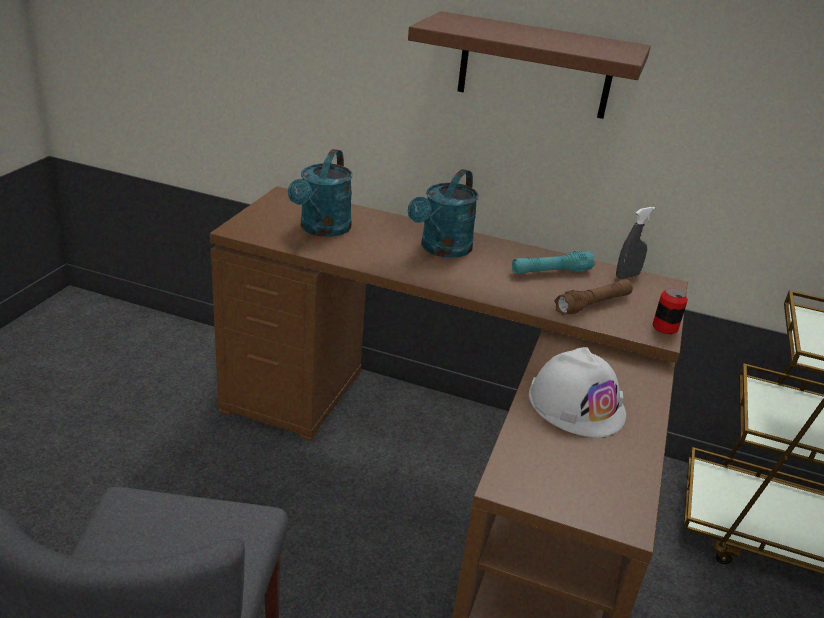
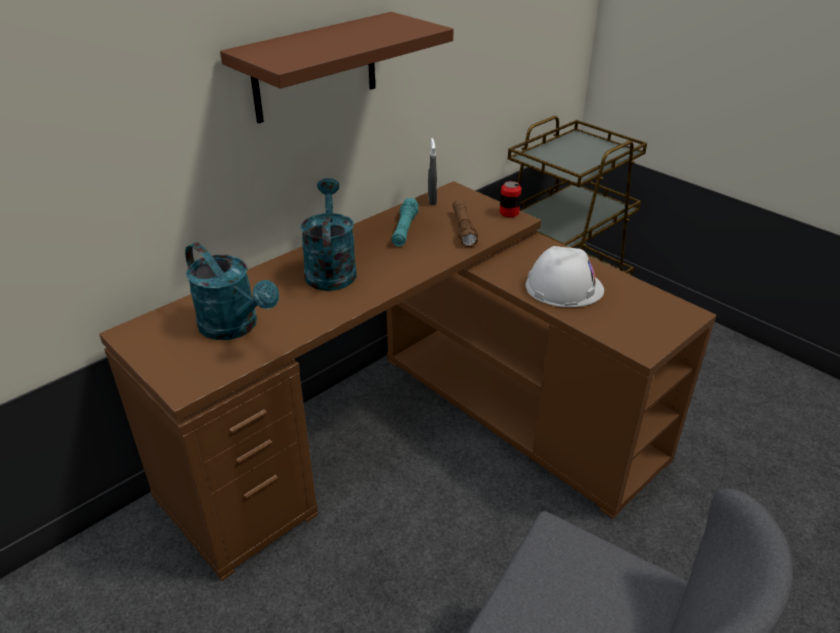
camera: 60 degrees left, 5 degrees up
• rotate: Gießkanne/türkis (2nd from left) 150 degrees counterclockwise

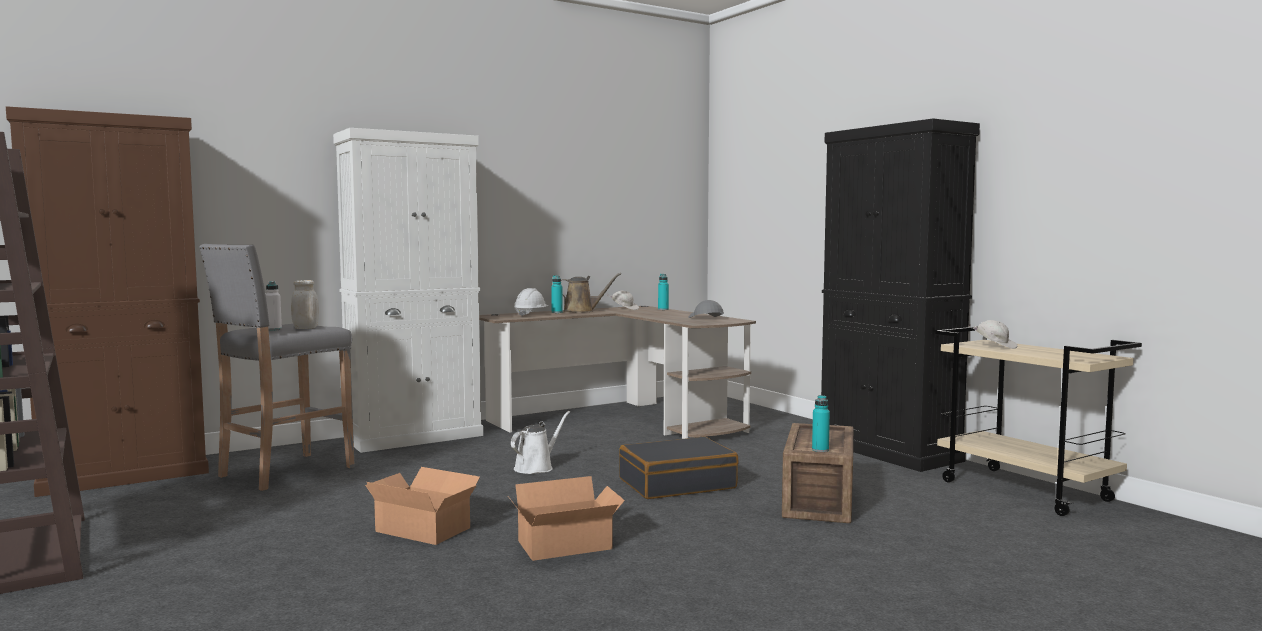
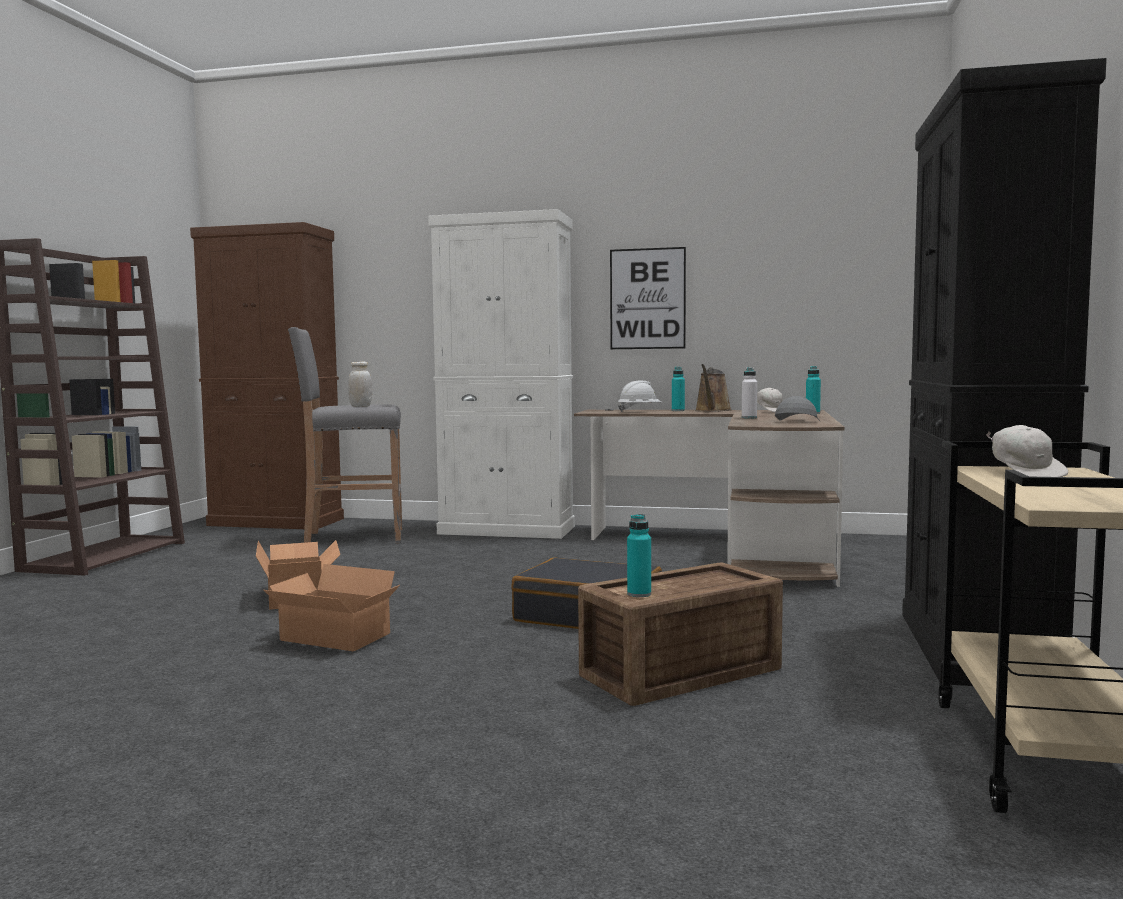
camera: 45 degrees right, 0 degrees up
• delete: Gießkanne/weiß
• insert: Bild
• move: Flasche/weiß
• rotate: Gießkanne/braun 60 degrees clockwise

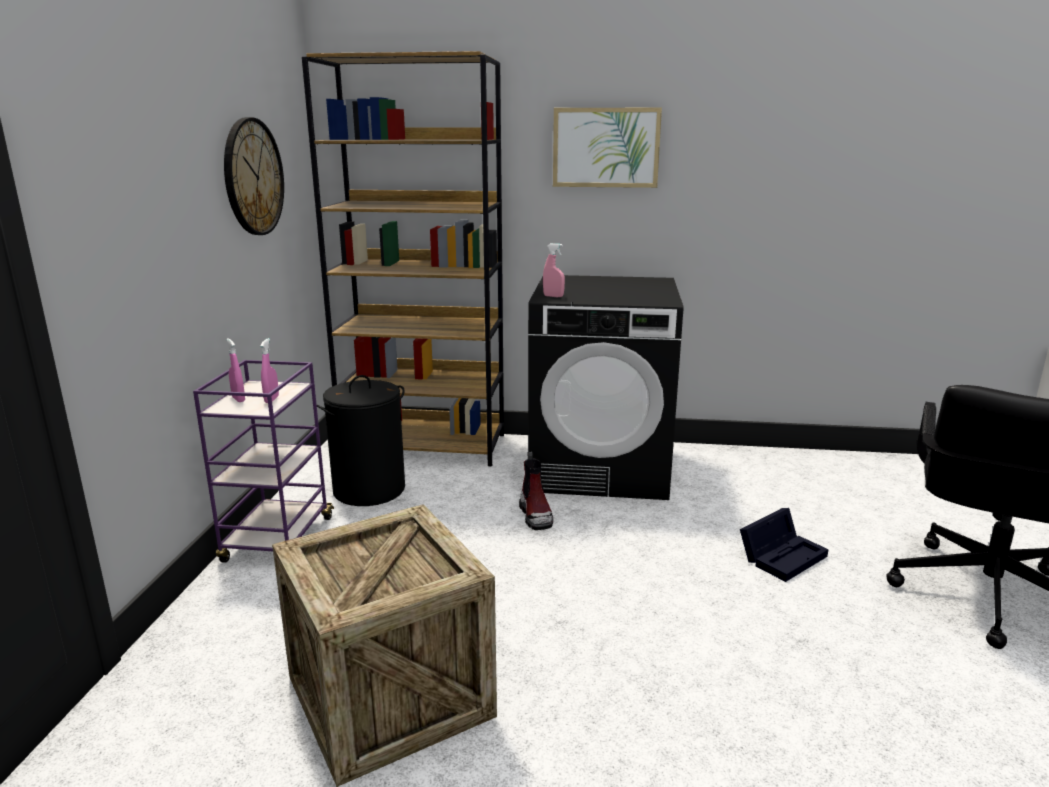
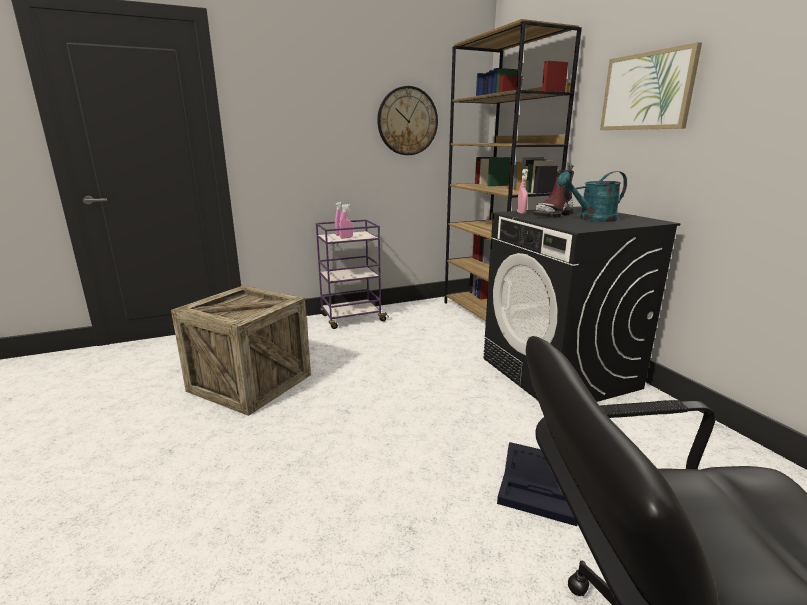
camera: 60 degrees right, 0 degrees up
• delete: Wäschekorb/schwarz
• insert: Gießkanne/türkis
• move: Stiefel

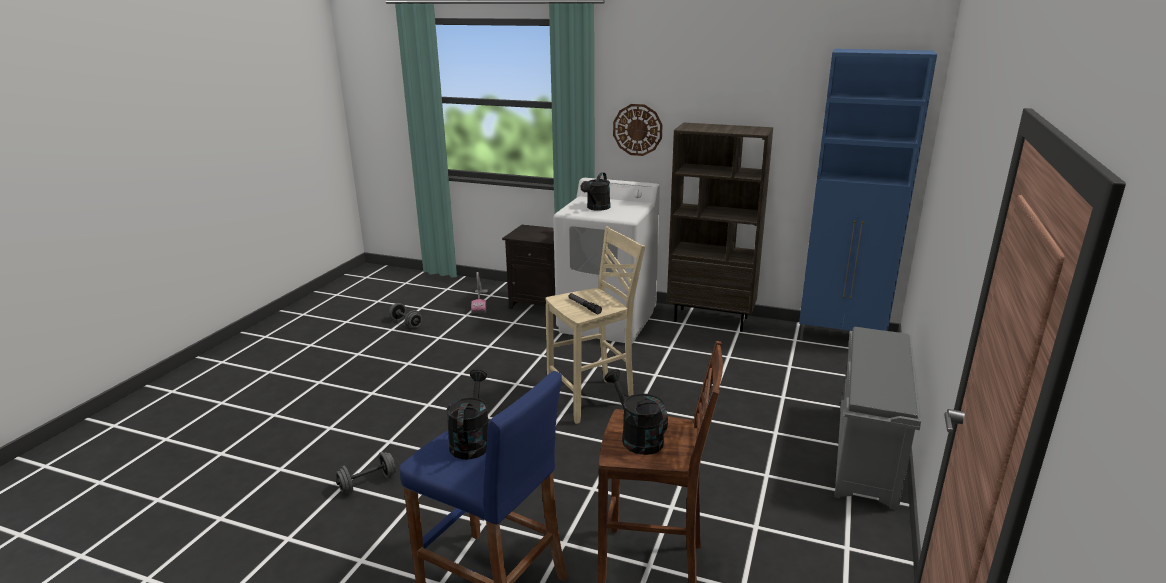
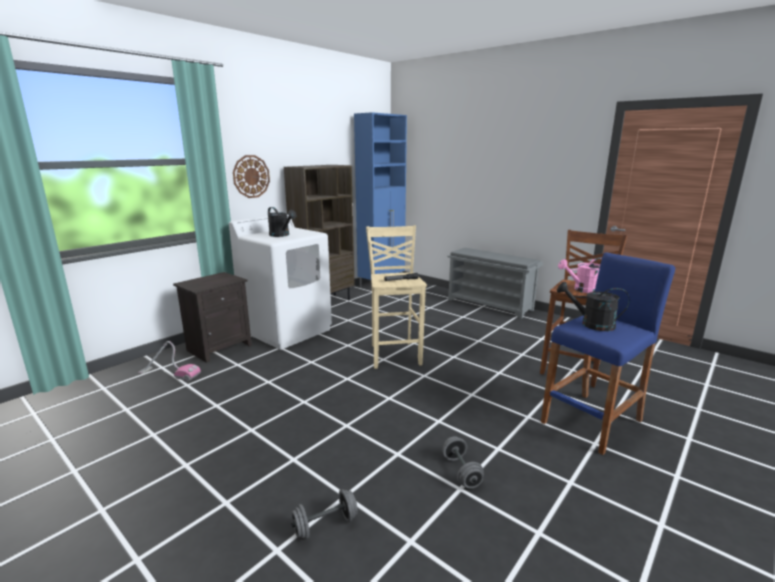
camera: 70 degrees left, 5 degrees down
• move: Hantel/grau (2nd from left in the first image) to Hantel/grau (1st from left)
• recolor: Gießkanne/schwarz (3rd from left) to Gießkanne/rosa

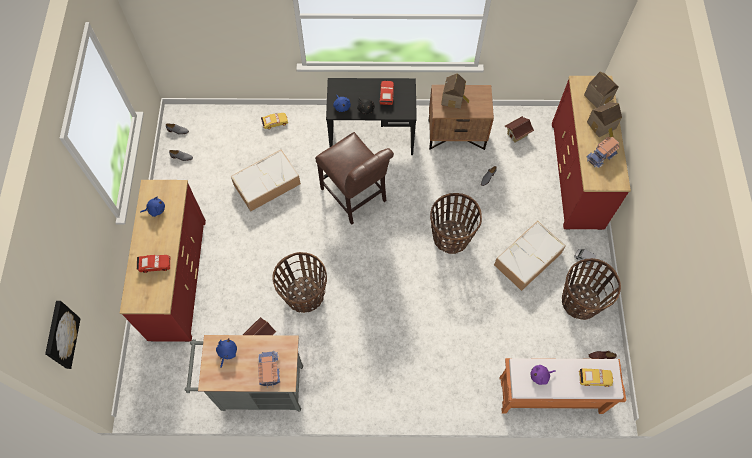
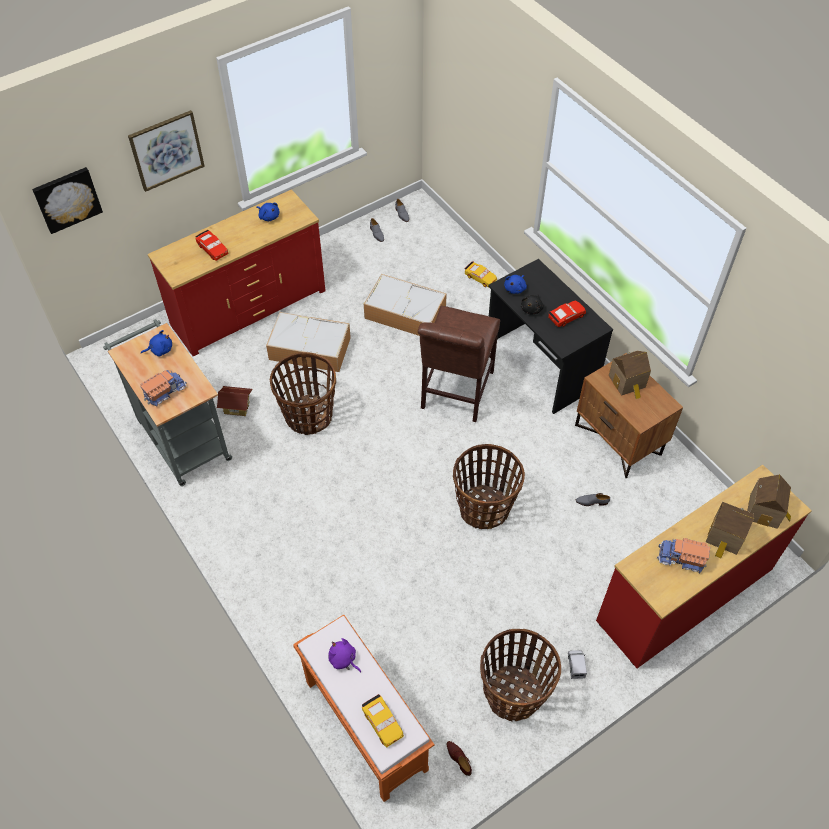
camera: 55 degrees right, 10 degrees down
• delete: Spielzeughaus (3rd from left)
• insert: Bild (2nd from left)
• move: Aufbewahrungsbox (2nd from left in the first image) to Aufbewahrungsbox (1st from left)

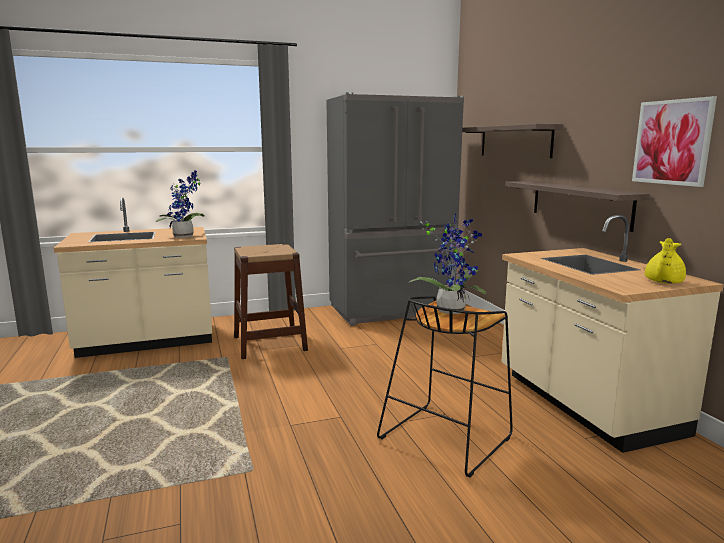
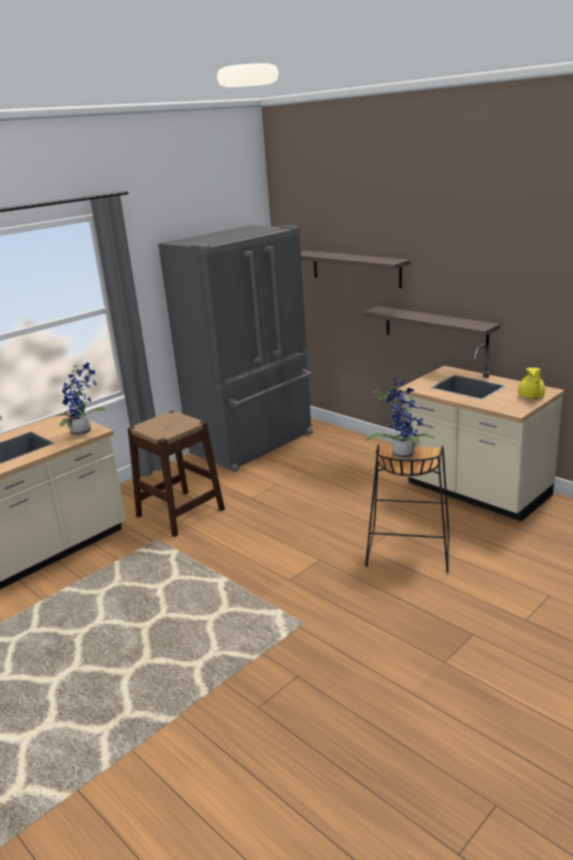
camera: 25 degrees left, 10 degrees up
• delete: Bild

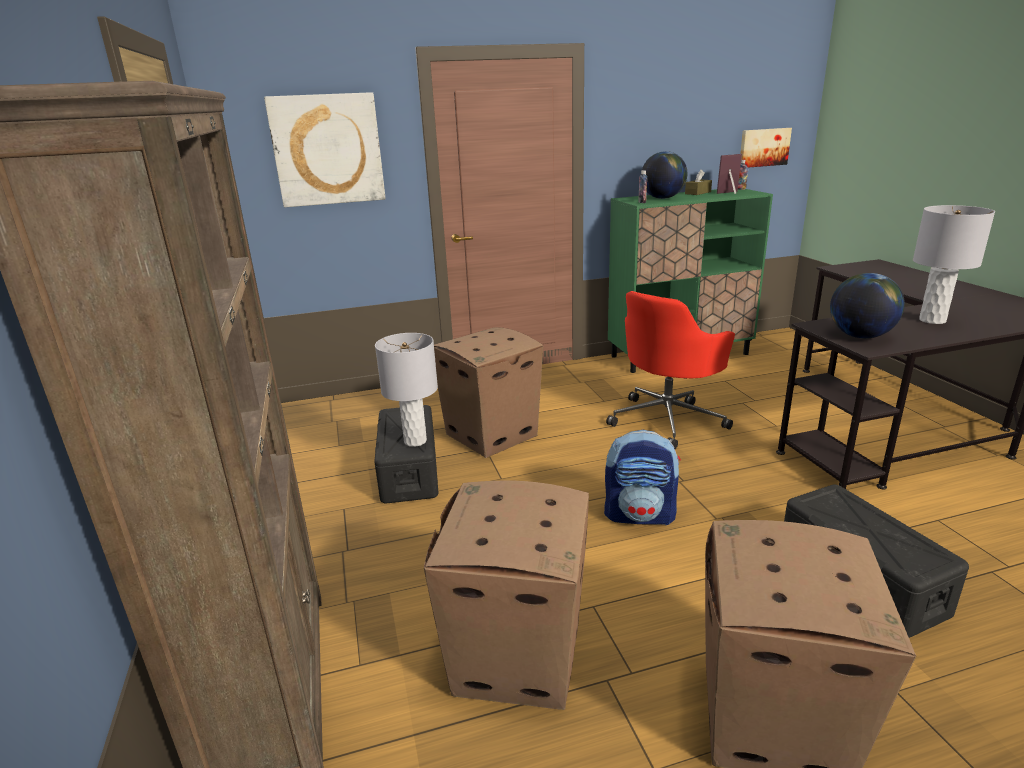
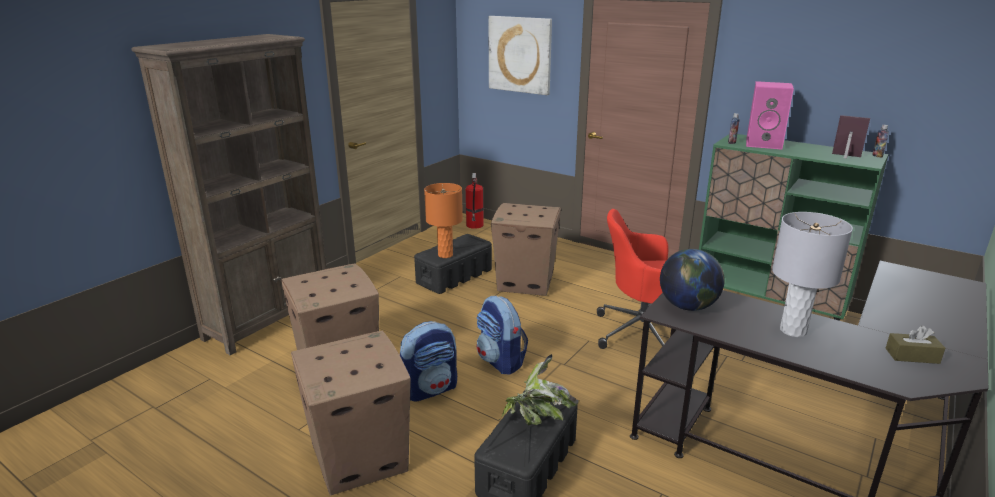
camera: 50 degrees right, 0 degrees up
• delete: Bild (2nd from left)
• insert: Rucksack (1st from left)
• insert: Feuerlöscher
• insert: Topfpflanze
• move: Taschentuchbox/braun
• replace: Globus (1st from left) to Lautsprecher/rosa
• recolor: Tischlampe/grau (1st from left) to Tischlampe/orange

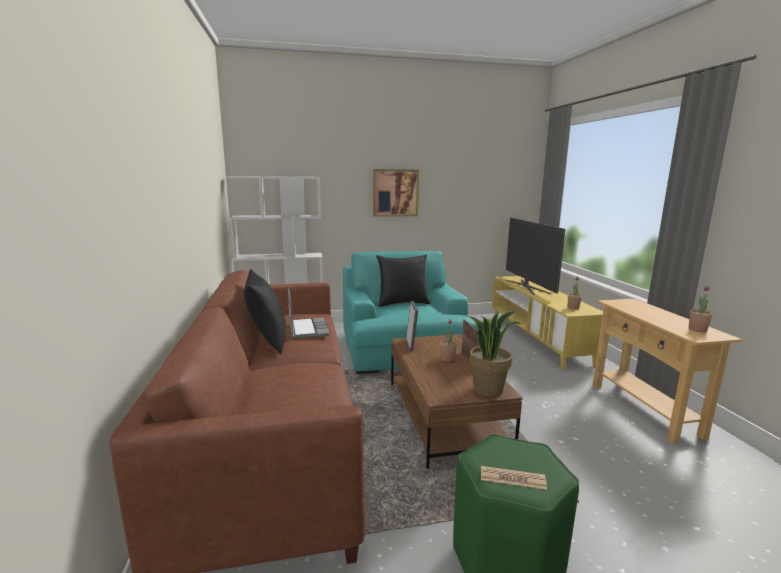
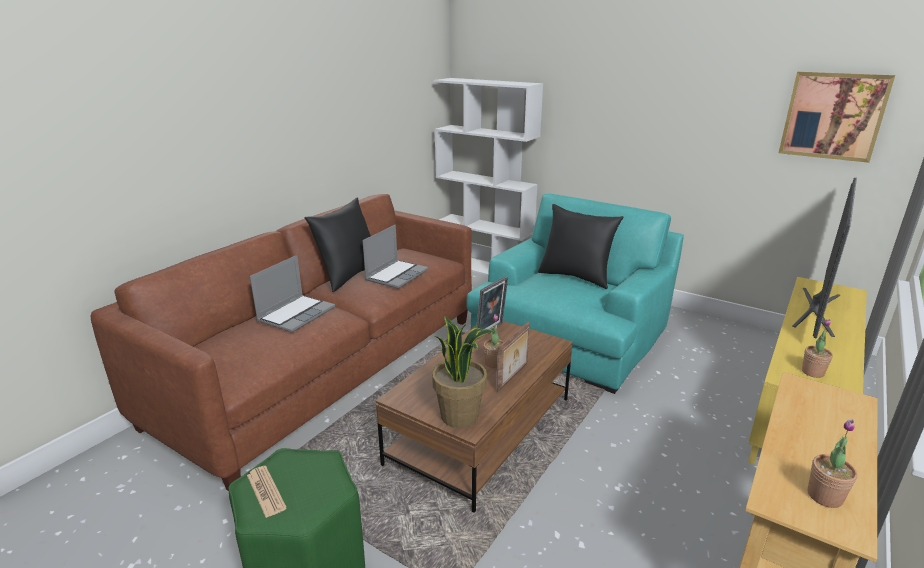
camera: 45 degrees right, 10 degrees up
• insert: Laptop (1st from left)
• move: Bild

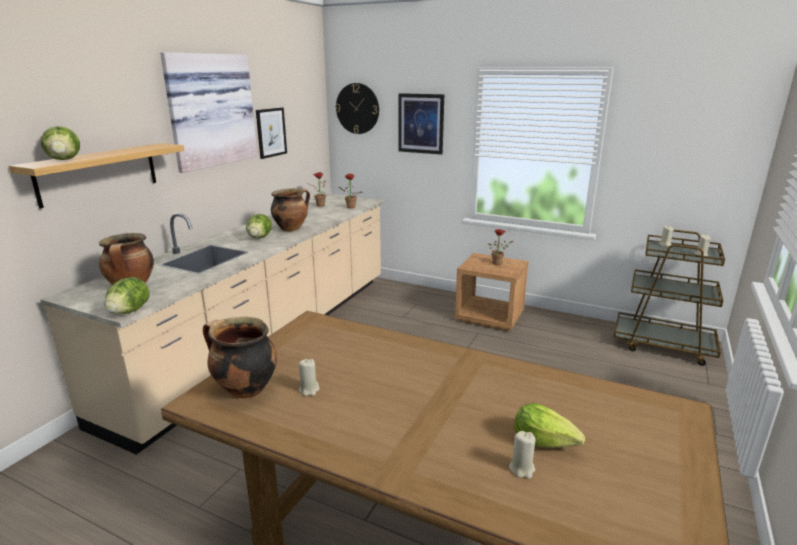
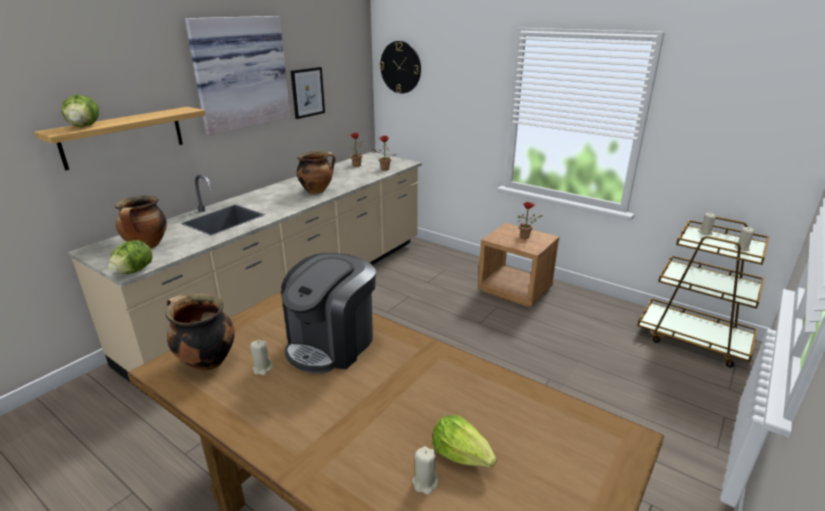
camera: 10 degrees right, 5 degrees up
• delete: Salatkopf (3rd from left)
• delete: Bild (3rd from left)
• insert: Kaffeemaschine

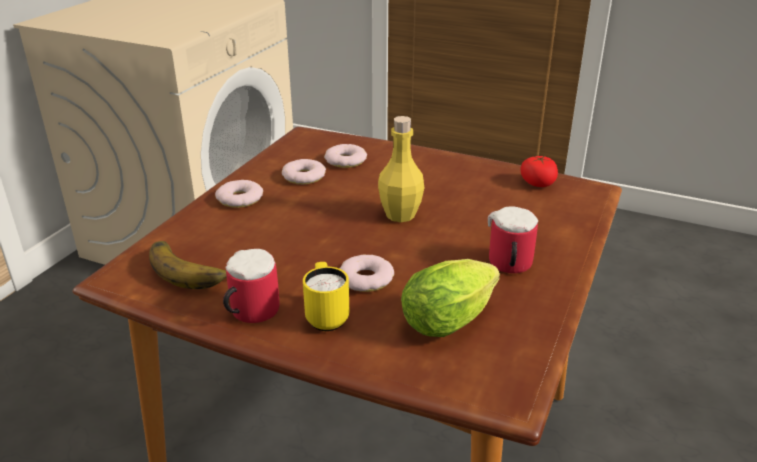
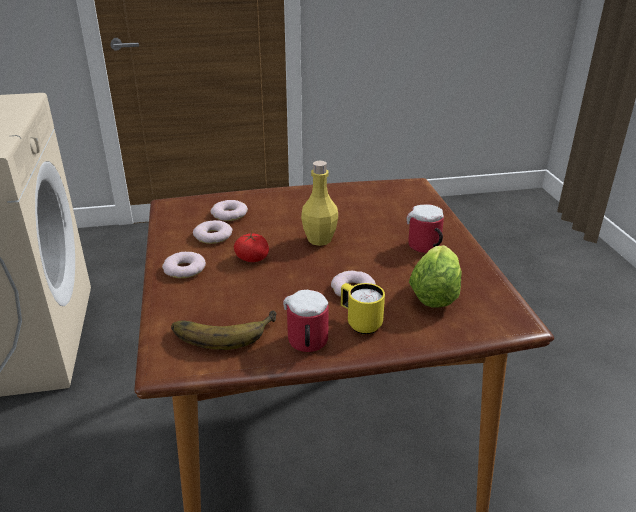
camera: 35 degrees left, 0 degrees up
• move: Tomate

